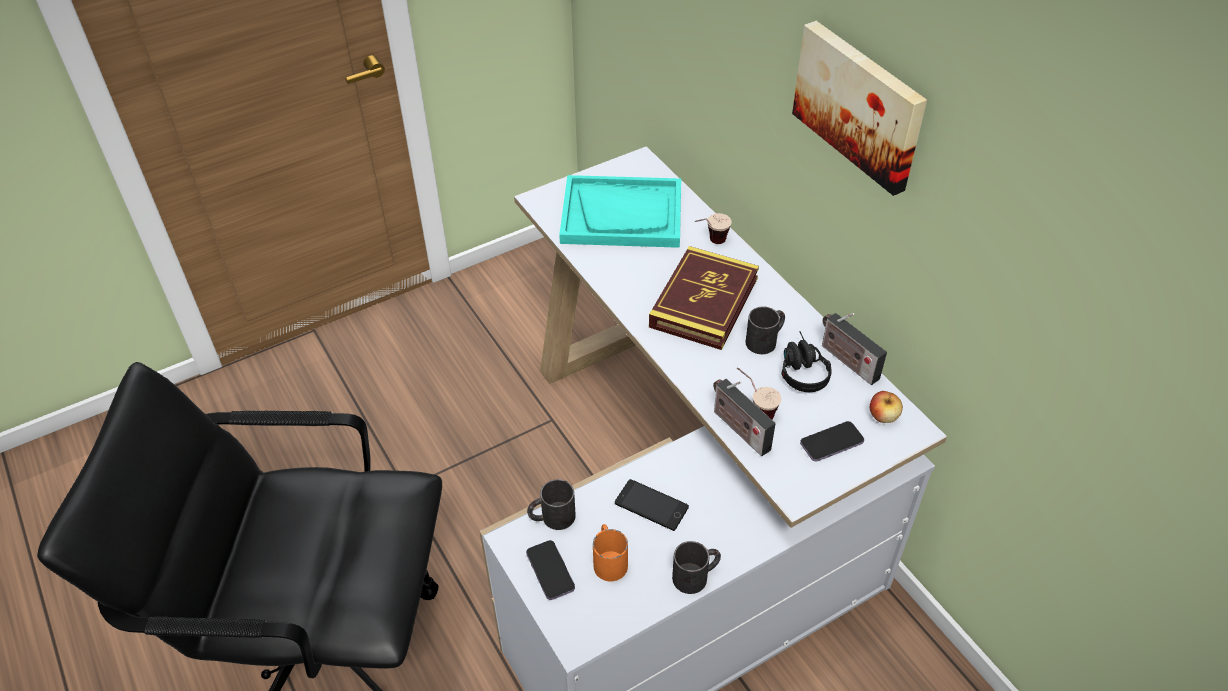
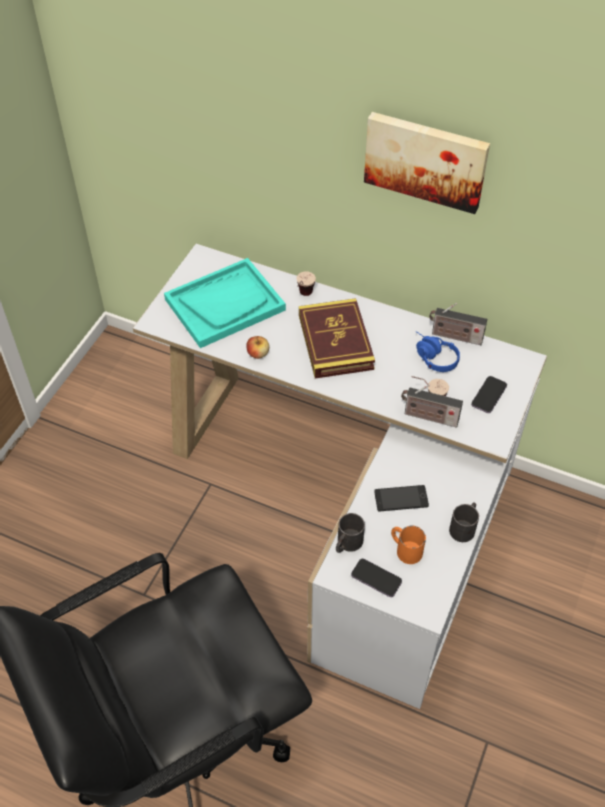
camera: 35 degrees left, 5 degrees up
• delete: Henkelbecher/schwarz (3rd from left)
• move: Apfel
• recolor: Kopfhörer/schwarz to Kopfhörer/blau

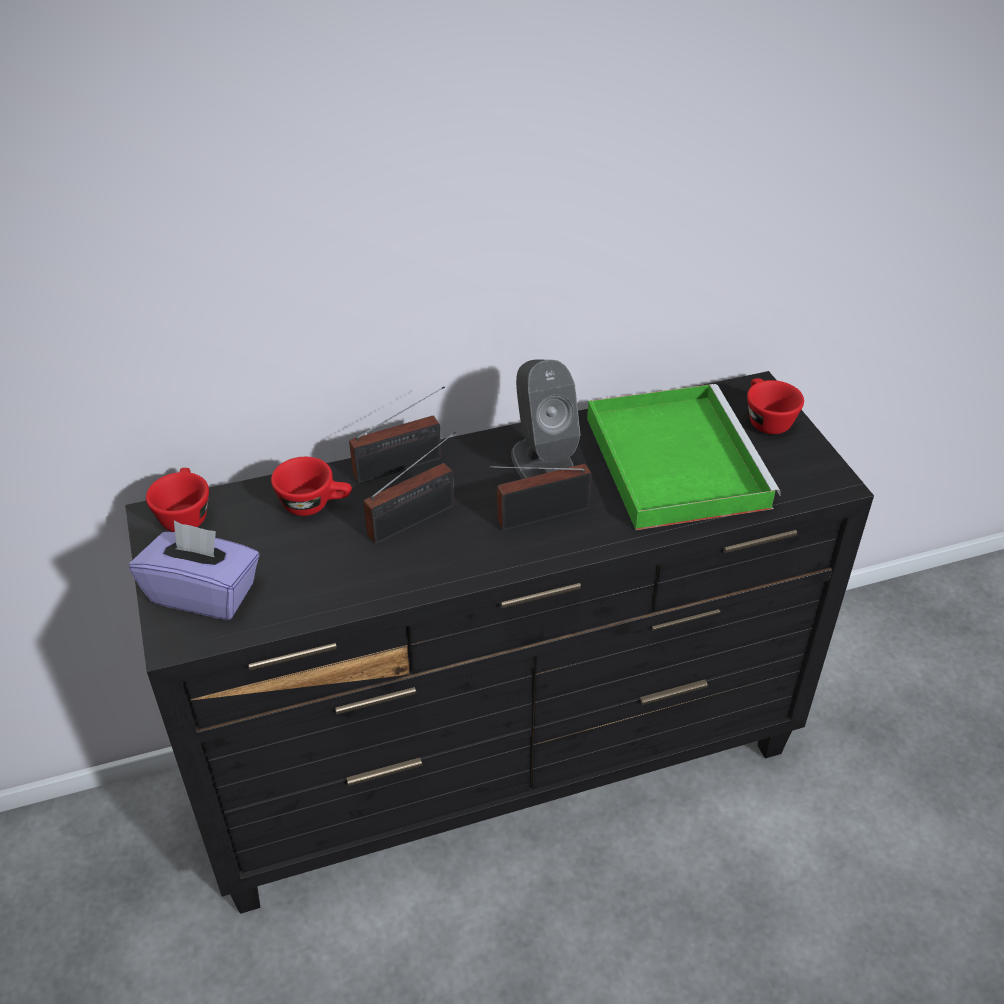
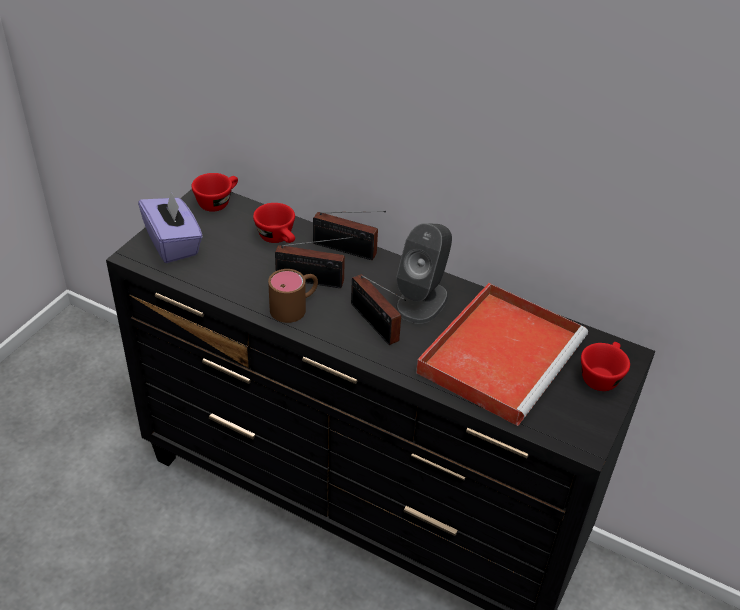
camera: 45 degrees right, 0 degrees up
• insert: Henkelbecher/braun
• recolor: Tablett/grün to Tablett/rot
• rotate: Radio (3rd from left) 150 degrees counterclockwise

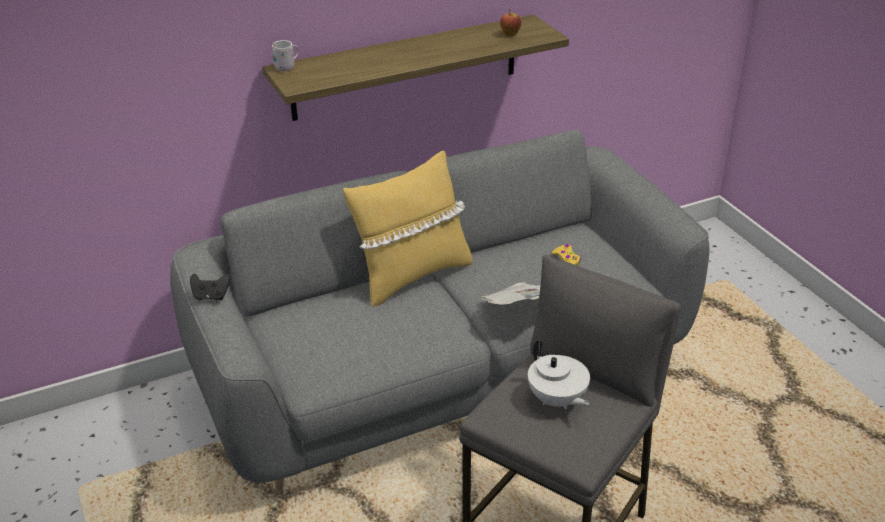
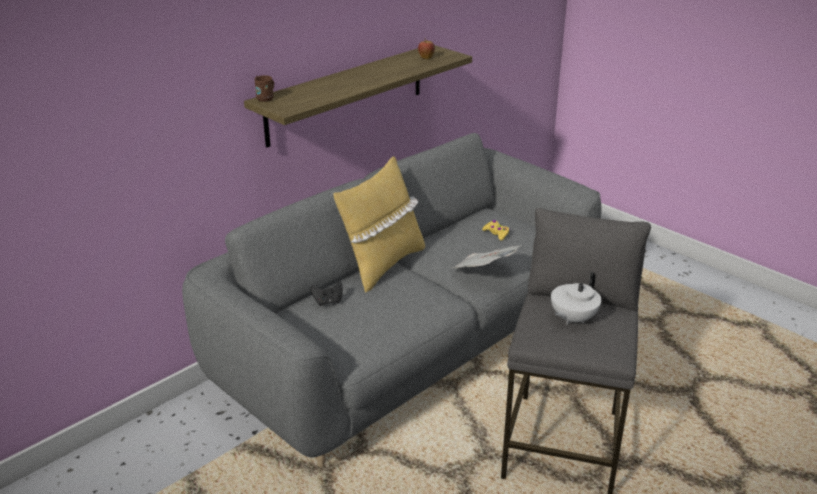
camera: 20 degrees left, 5 degrees down
• move: Gamepad/schwarz
• recolor: Henkelbecher/weiß to Henkelbecher/braun
• rotate: Teekanne/weiß 90 degrees clockwise

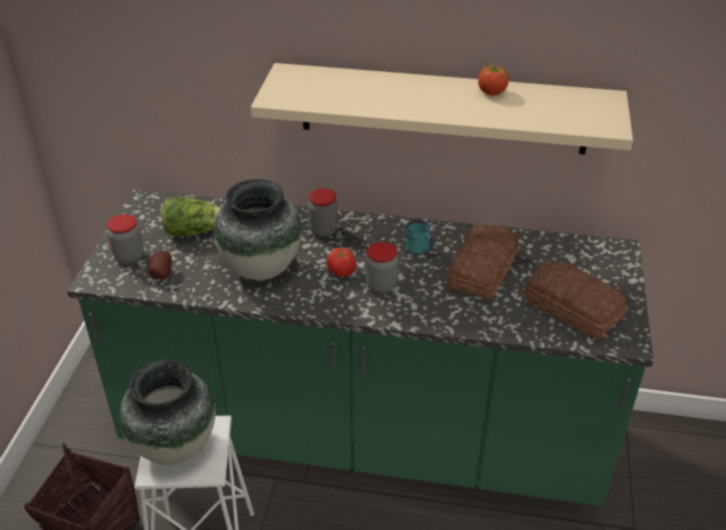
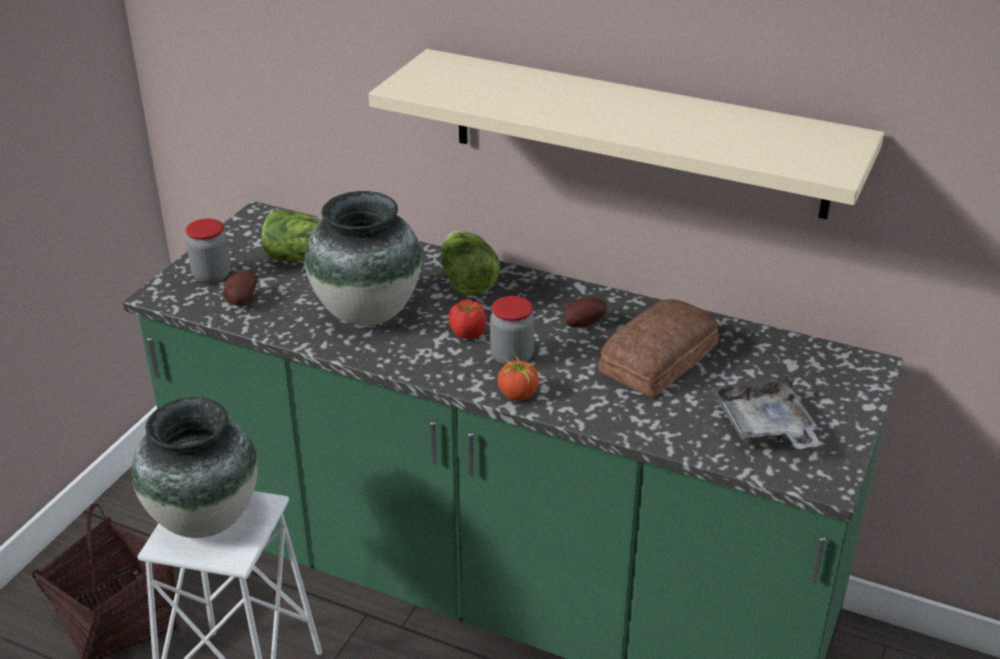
camera: 15 degrees right, 5 degrees down
• move: Tomate (2nd from left)
• replace: Vorratsglas (2nd from left) to Salatkopf (2nd from left)
• replace: Henkelbecher/türkis to Kartoffel (2nd from left)
• replace: Brot (2nd from left) to Tablett/grau

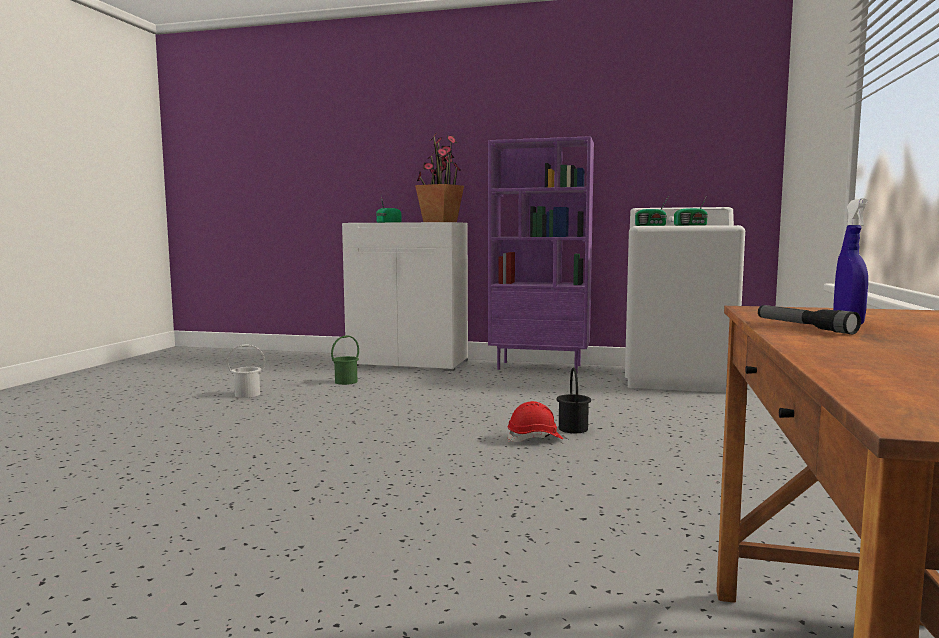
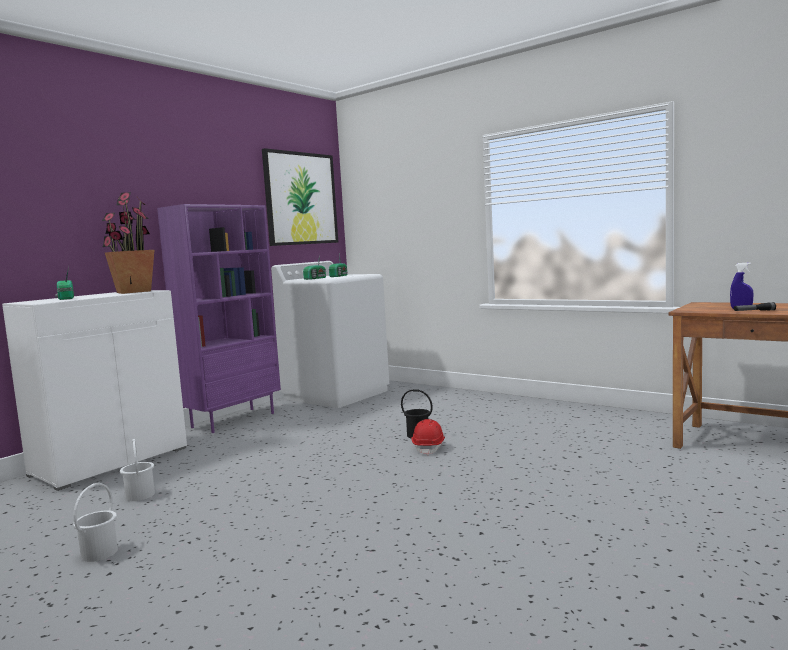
camera: 65 degrees left, 0 degrees up
• insert: Bild
• recolor: Eimer/grün to Eimer/weiß (2nd from left)

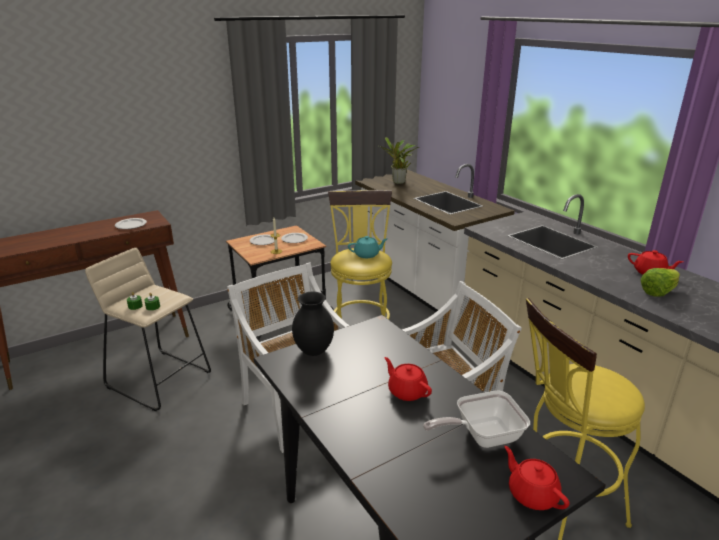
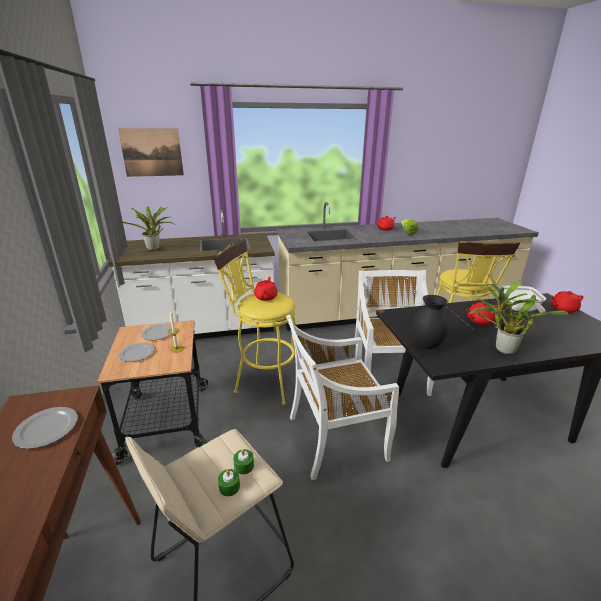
camera: 70 degrees left, 0 degrees up
• insert: Bild
• insert: Topfpflanze (2nd from left)
• recolor: Teekanne/türkis to Teekanne/rot (1st from left)

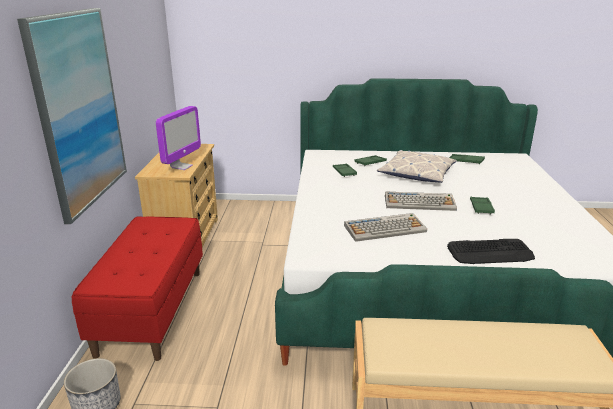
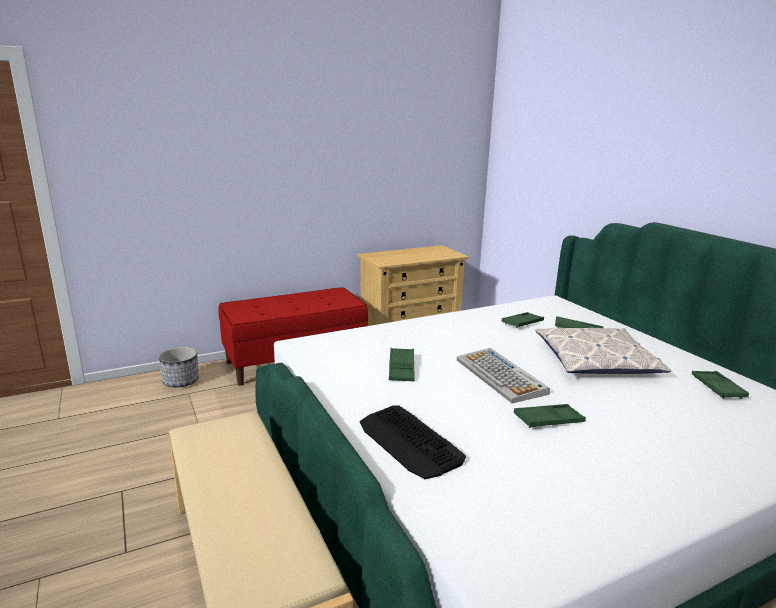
camera: 60 degrees right, 5 degrees down
• delete: Bild
• delete: Monitor
• replace: Tastatur (1st from left) to Tablett/grün (1st from left)

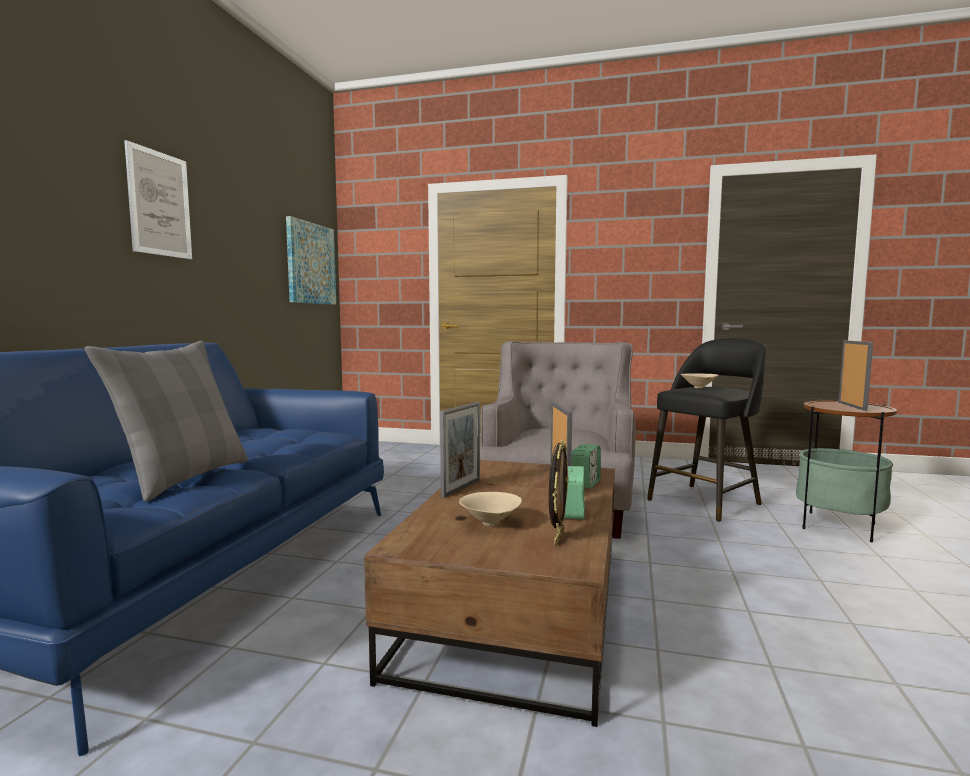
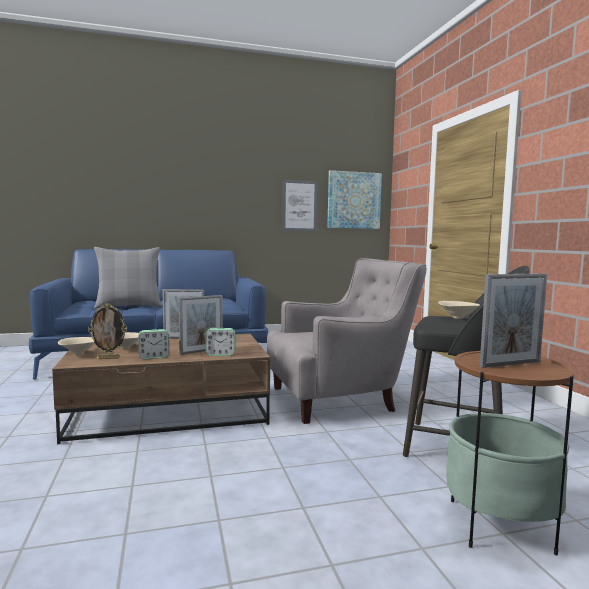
camera: 60 degrees right, 0 degrees up
• insert: Schüssel/beige (1st from left)
• move: Bild (1st from left)

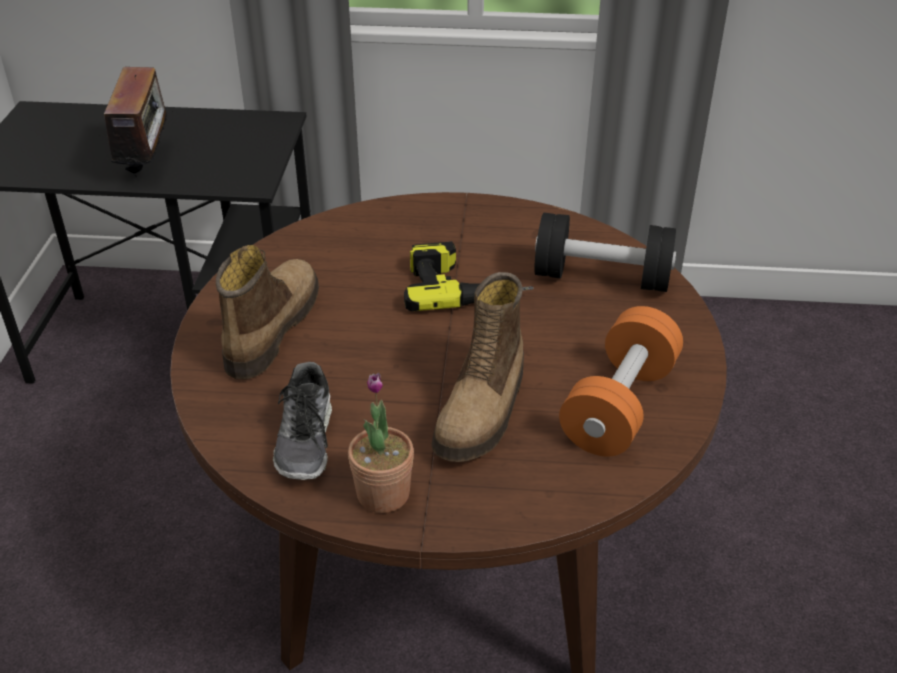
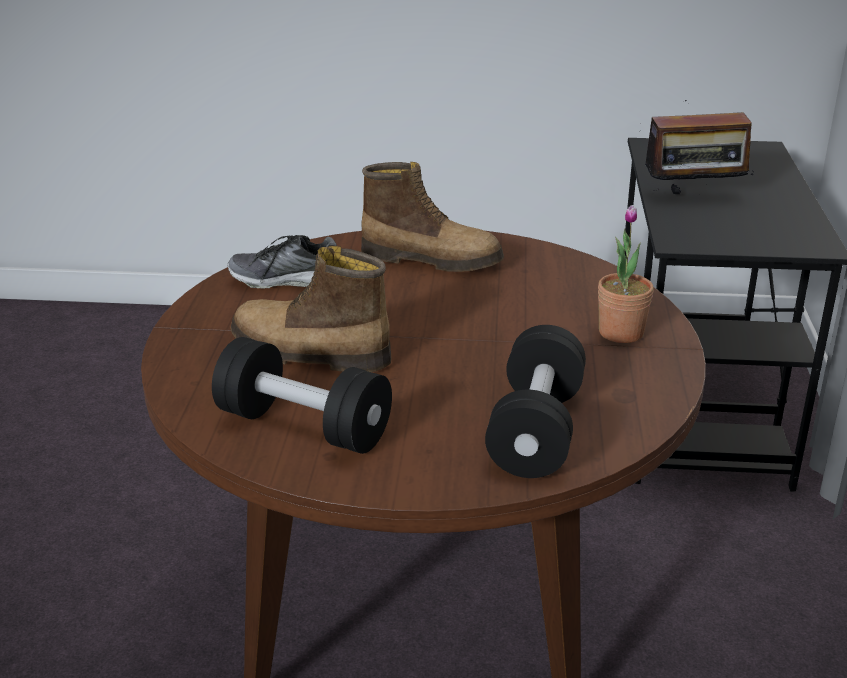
camera: 90 degrees right, 10 degrees down
• delete: Bohrmaschine
• move: Topfpflanze
• recolor: Hantel/orange to Hantel/schwarz (1st from left)

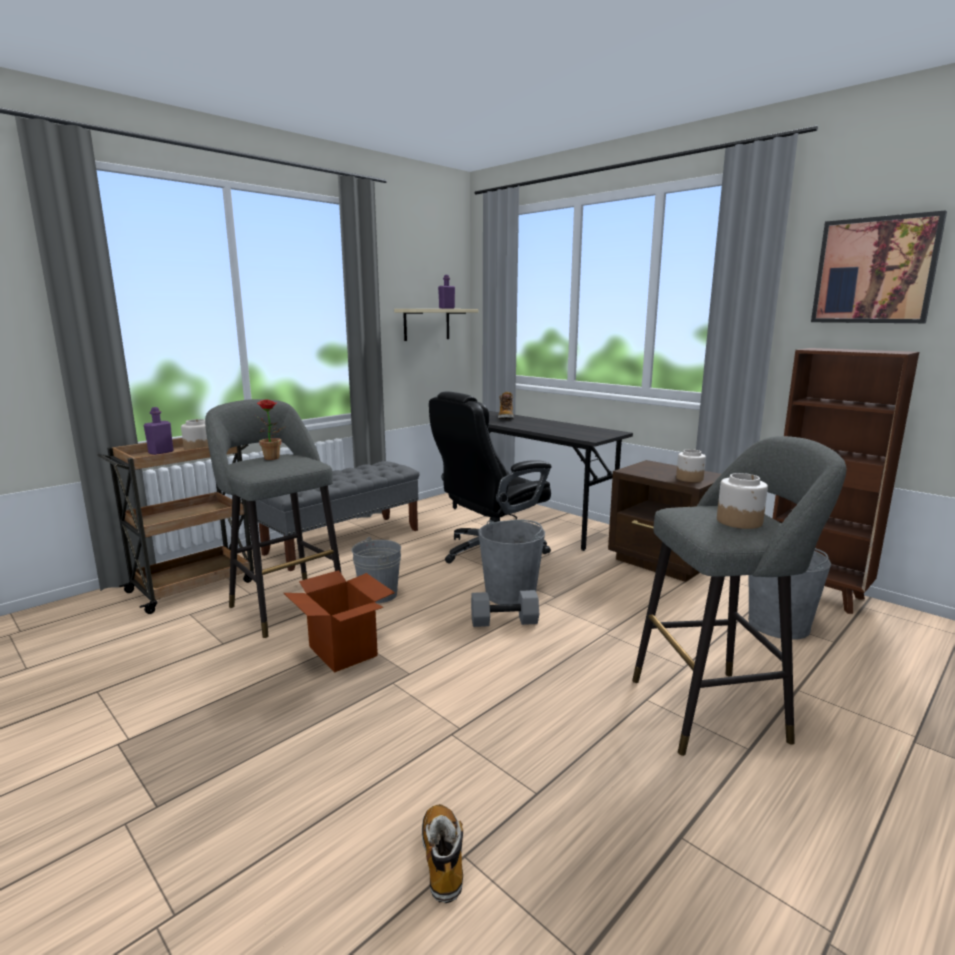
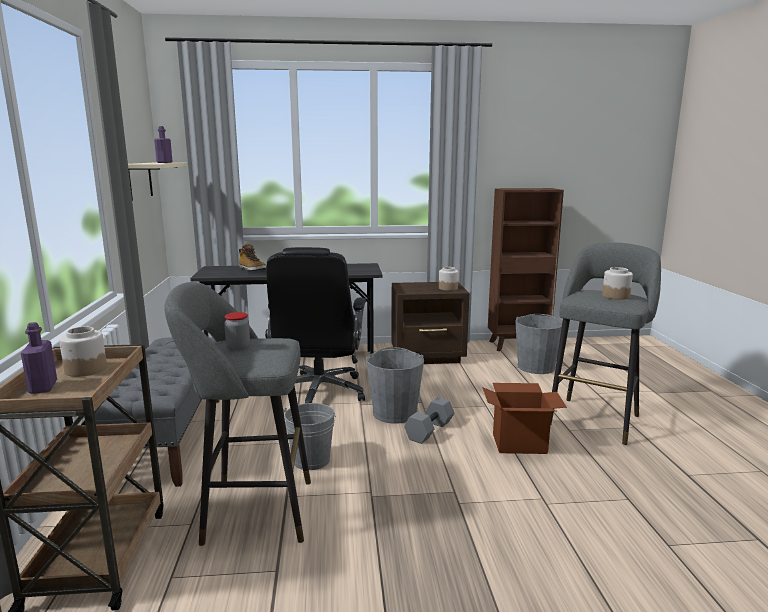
camera: 50 degrees left, 0 degrees up
• delete: Stiefel (1st from left)
• delete: Bild
• move: Karton
• replace: Topfpflanze to Vorratsglas (2nd from left)

